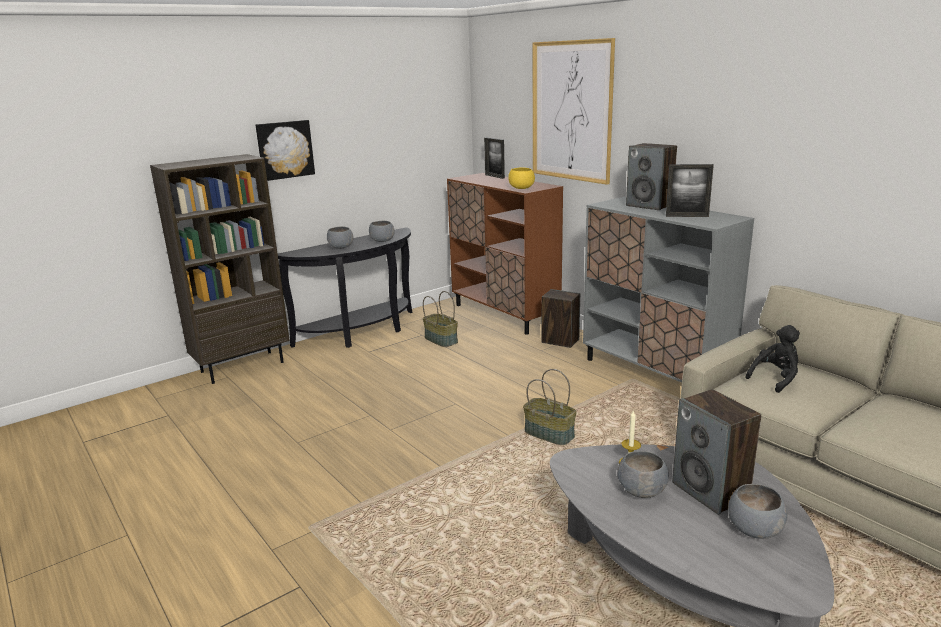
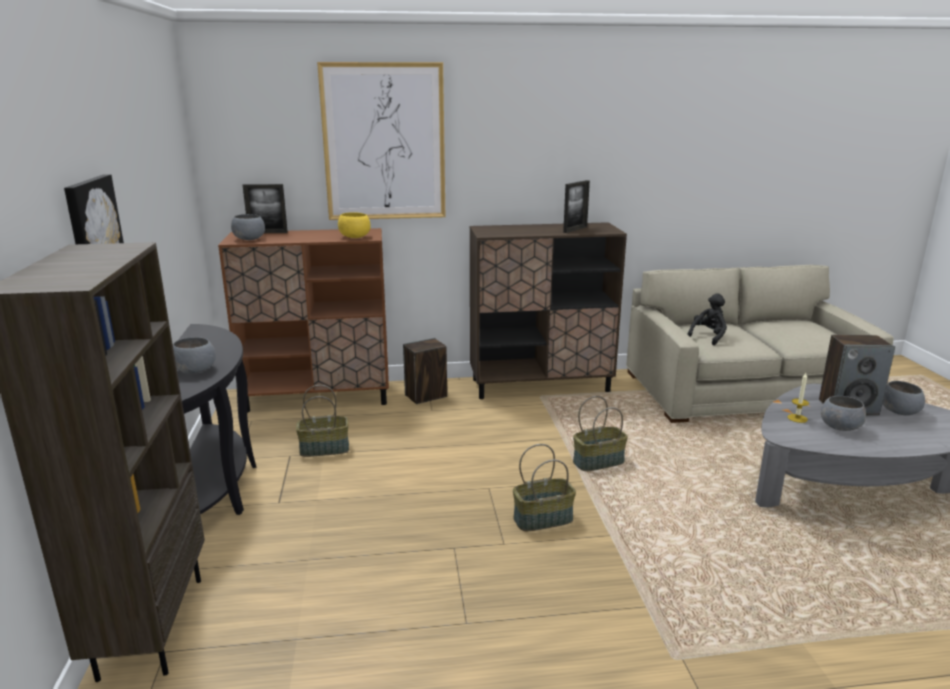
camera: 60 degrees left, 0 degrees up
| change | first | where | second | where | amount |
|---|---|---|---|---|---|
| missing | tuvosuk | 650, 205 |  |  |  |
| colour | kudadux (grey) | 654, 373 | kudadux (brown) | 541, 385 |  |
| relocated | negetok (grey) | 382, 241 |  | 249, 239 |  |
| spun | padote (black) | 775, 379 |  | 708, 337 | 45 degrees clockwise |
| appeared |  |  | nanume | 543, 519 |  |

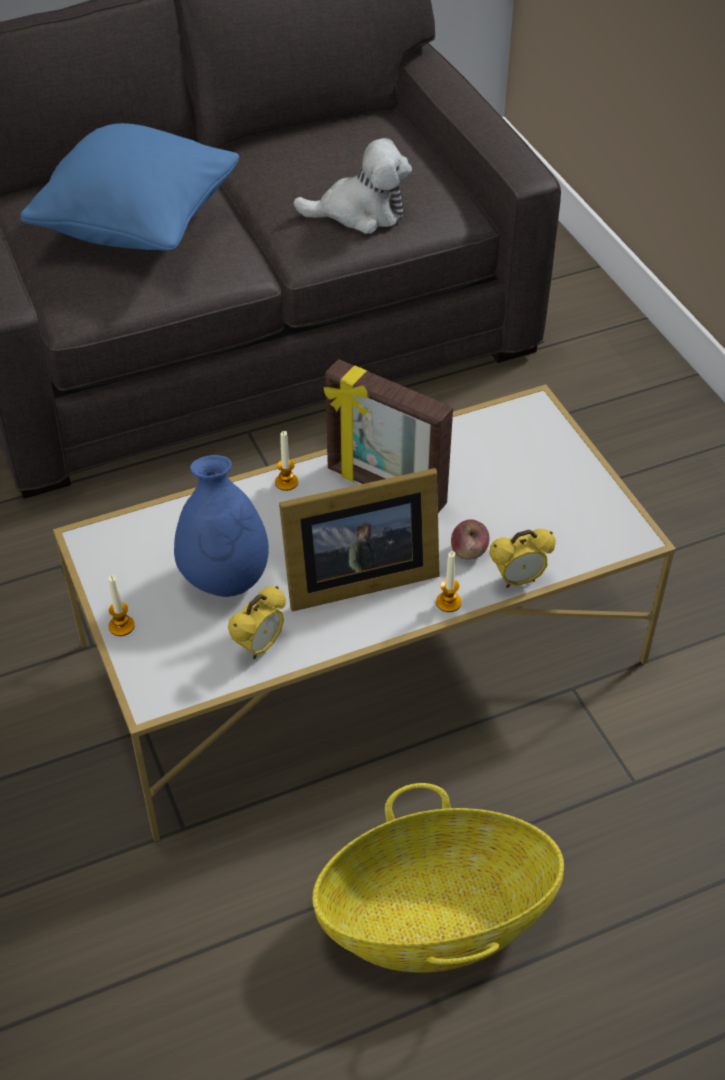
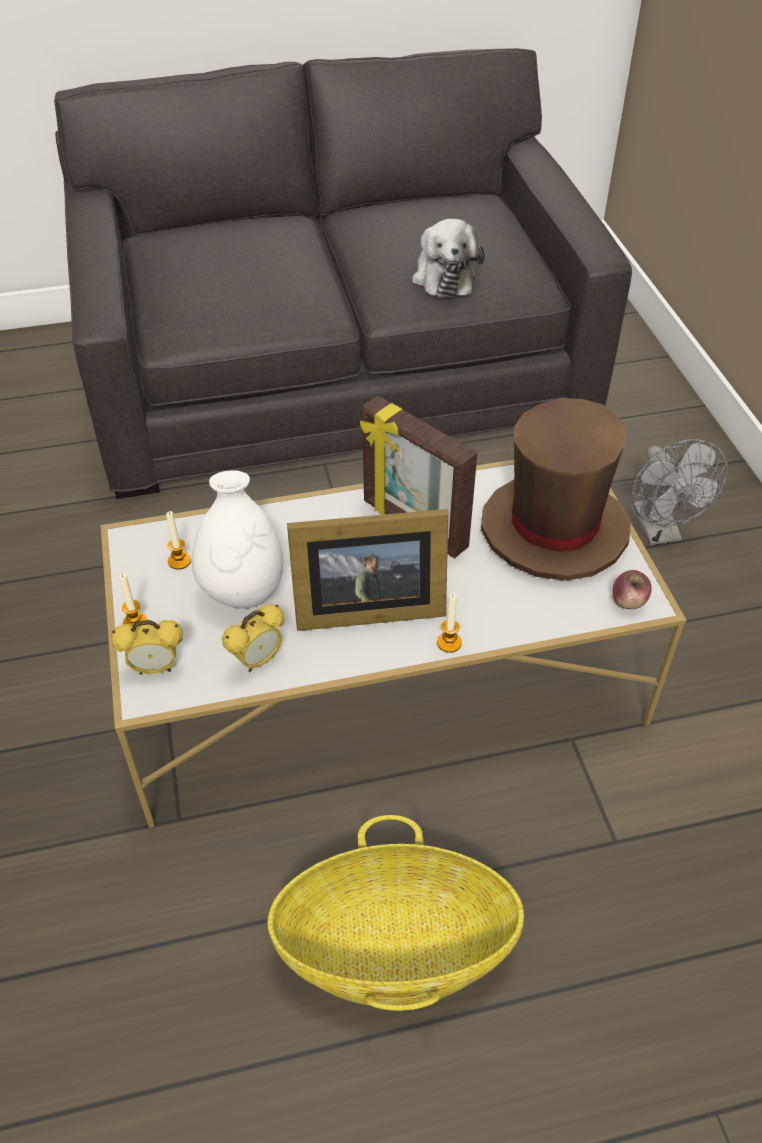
camera: 10 degrees right, 0 degrees up
| change | first | where | second | where | amount |
|---|---|---|---|---|---|
| missing | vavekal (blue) | 138, 227 |  |  |  |
| spun | padote | 360, 213 |  | 443, 276 | 75 degrees clockwise |
| relocated | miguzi | 286, 482 |  | 179, 561 |  |
| colour | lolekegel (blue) | 225, 579 | lolekegel (white) | 243, 591 |  |
| relocated | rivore | 469, 551 |  | 628, 601 |  |
| relocated | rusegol | 518, 580 |  | 155, 668 |  |
| appeared |  |  | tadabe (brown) | 554, 529 |  |
| appeared |  |  | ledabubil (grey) | 659, 531 |  |

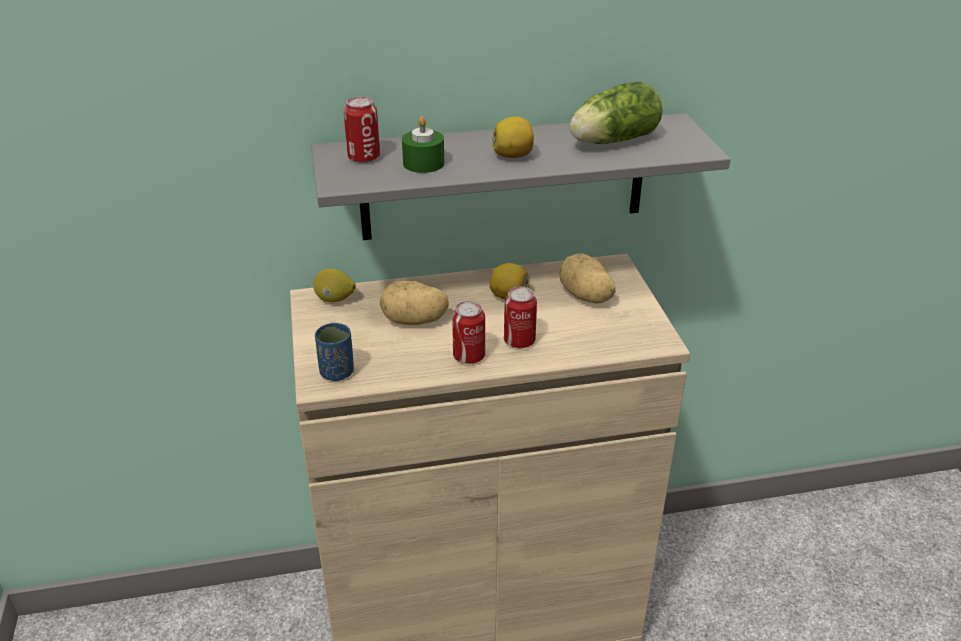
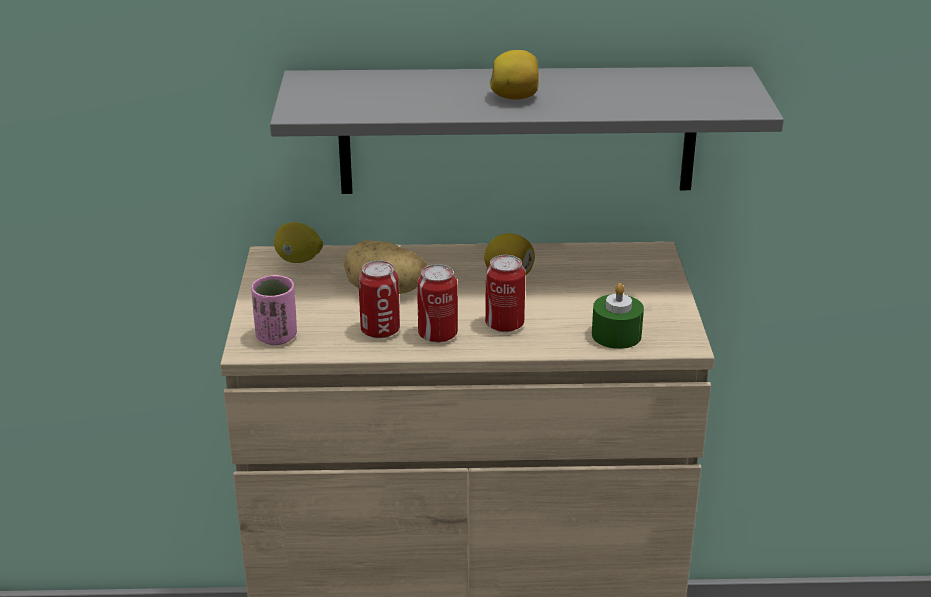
camera: 10 degrees right, 5 degrees down
| change | first | where | second | where | amount |
|---|---|---|---|---|---|
| missing | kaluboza | 610, 141 |  |  |  |
| relocated | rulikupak | 364, 157 |  | 380, 330 |  |
| relocated | miguzi (green) | 423, 163 |  | 616, 335 |  |
| missing | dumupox | 585, 297 |  |  |  |
| colour | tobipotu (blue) | 337, 373 | tobipotu (pink) | 276, 337 |  |

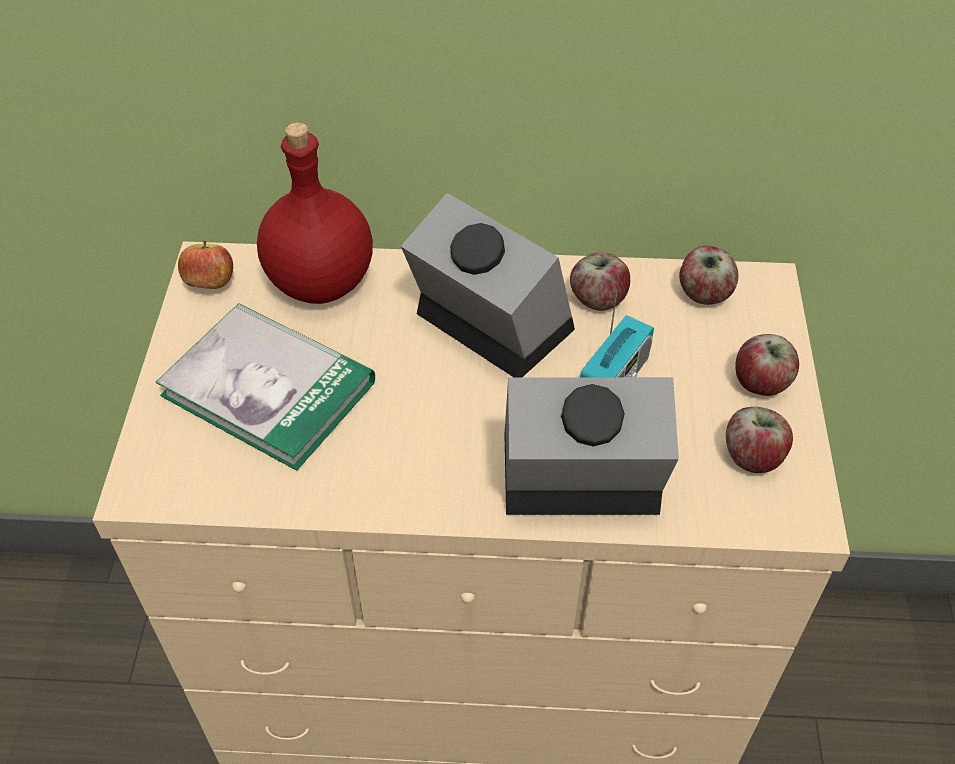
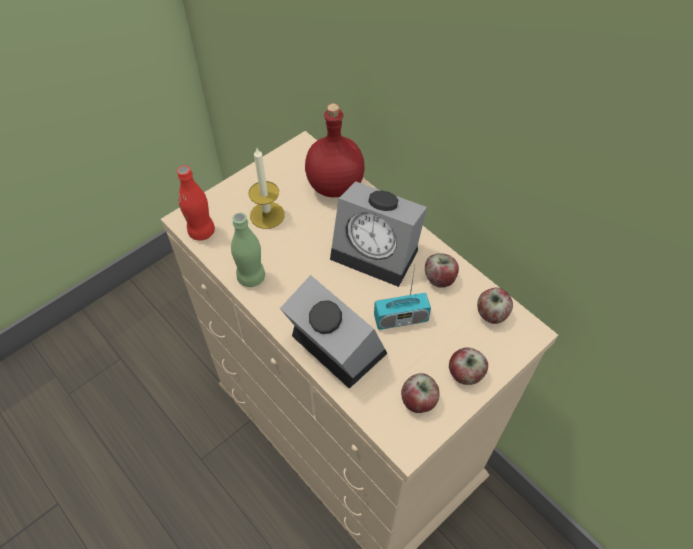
camera: 45 degrees right, 5 degrees up
| change | first | where | second | where | amount |
|---|---|---|---|---|---|
| spun | rusegol | 485, 324 |  | 378, 252 | 120 degrees clockwise |
| missing | rivore | 210, 284 |  |  |  |
| exchanged | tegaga | 268, 389 | miguzi | 267, 215 |  |
| appeared |  |  | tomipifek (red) | 201, 232 |  |
| appeared |  |  | tomipifek (green) | 251, 277 |  |

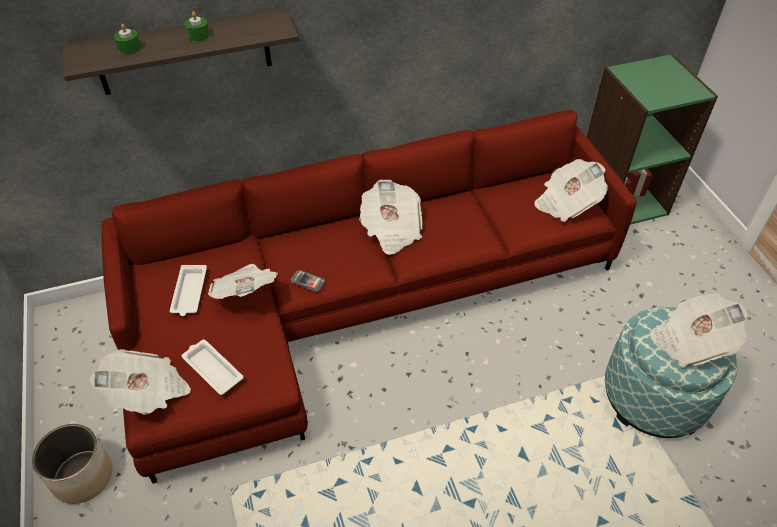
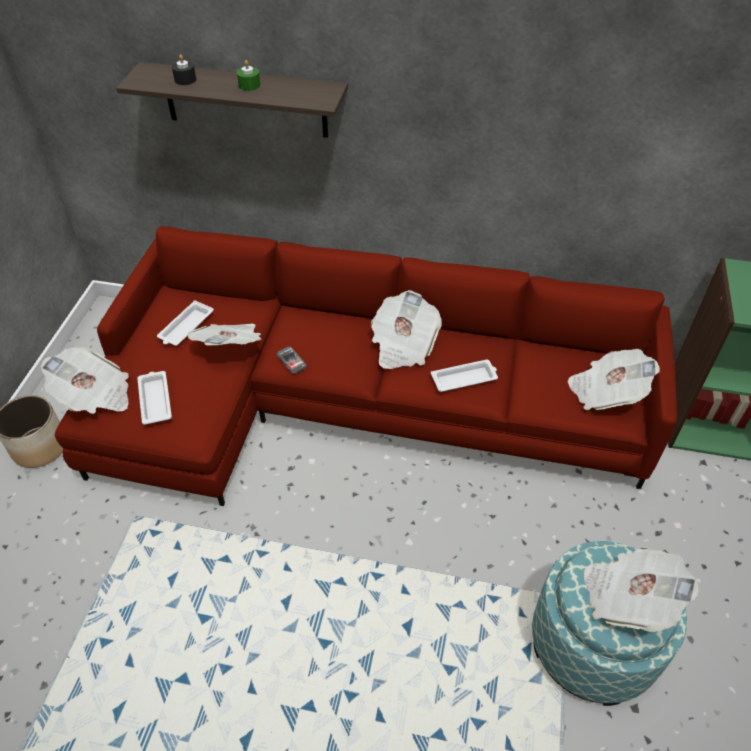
camera: 30 degrees right, 0 degrees up
| change | first | where | second | where | amount |
|---|---|---|---|---|---|
| colour | miguzi (green) | 129, 48 | miguzi (black) | 185, 80 |  |
| appeared |  |  | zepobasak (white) | 465, 379 |  |

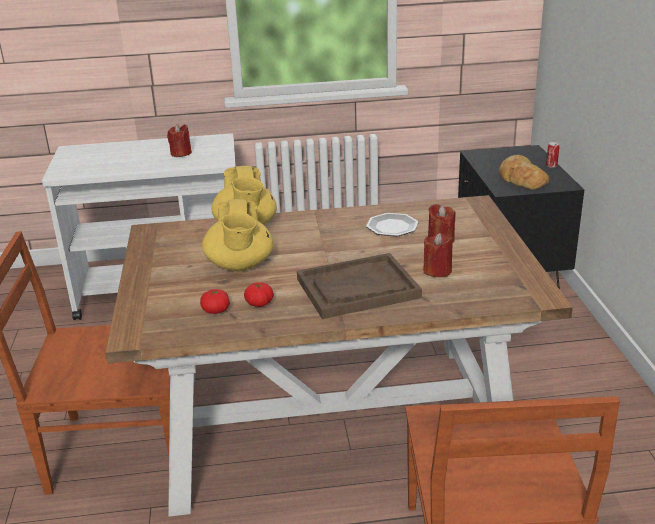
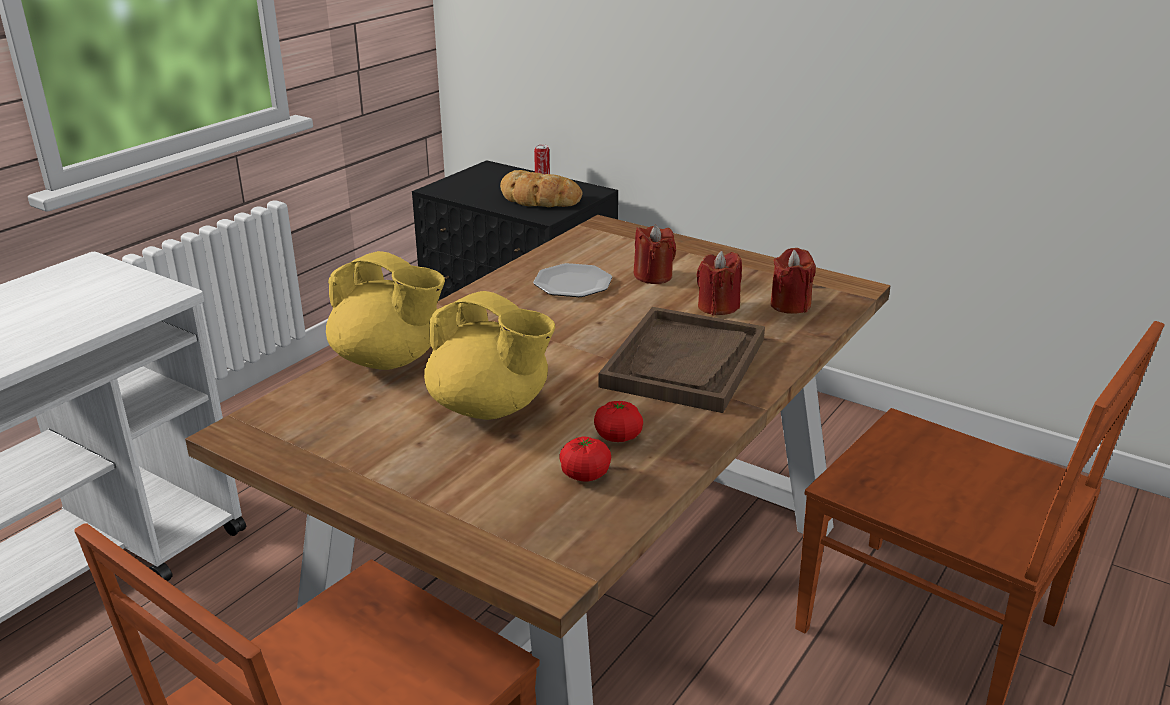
camera: 50 degrees left, 0 degrees up
| change | first | where | second | where | amount |
|---|---|---|---|---|---|
| relocated | miguzi (red) | 181, 153 |  | 790, 305 |  |

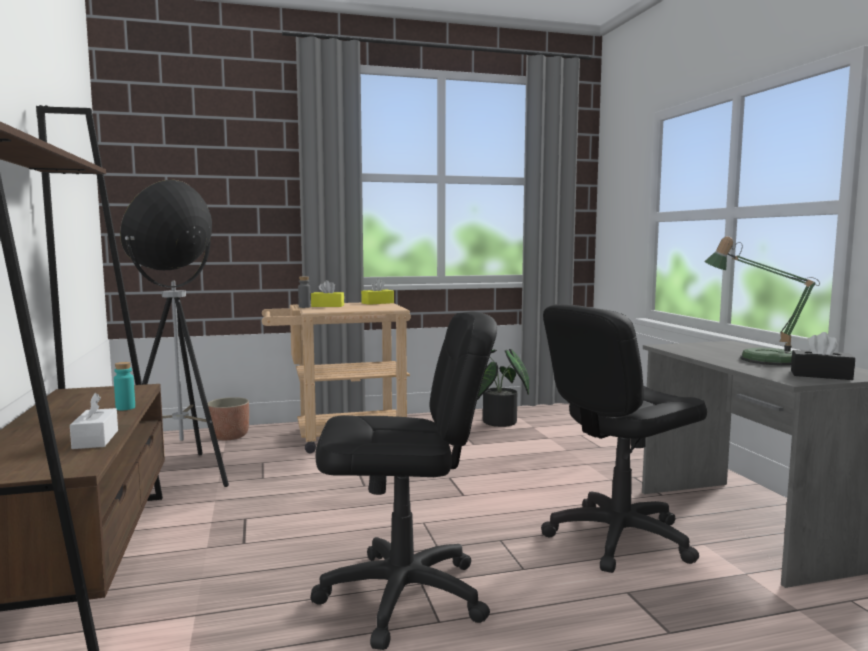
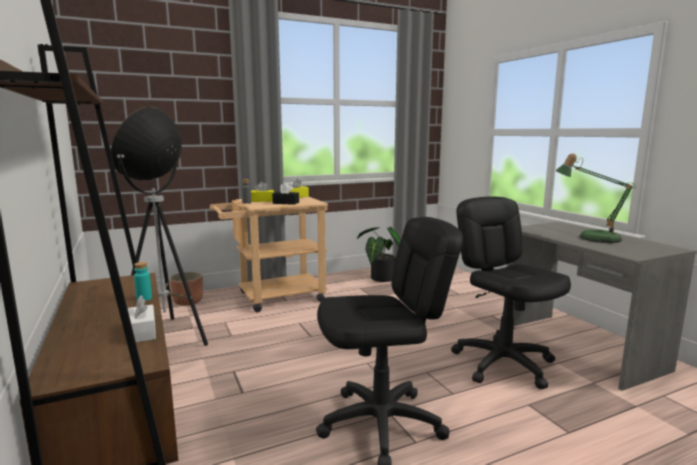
camera: 10 degrees left, 5 degrees up
| change | first | where | second | where | amount |
|---|---|---|---|---|---|
| spun | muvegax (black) | 618, 538 |  | 503, 363 | 105 degrees clockwise |
| relocated | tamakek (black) | 821, 375 |  | 286, 203 |  |

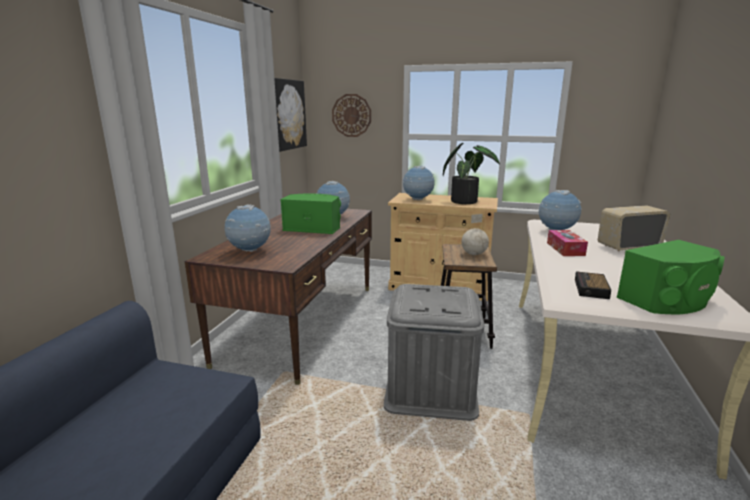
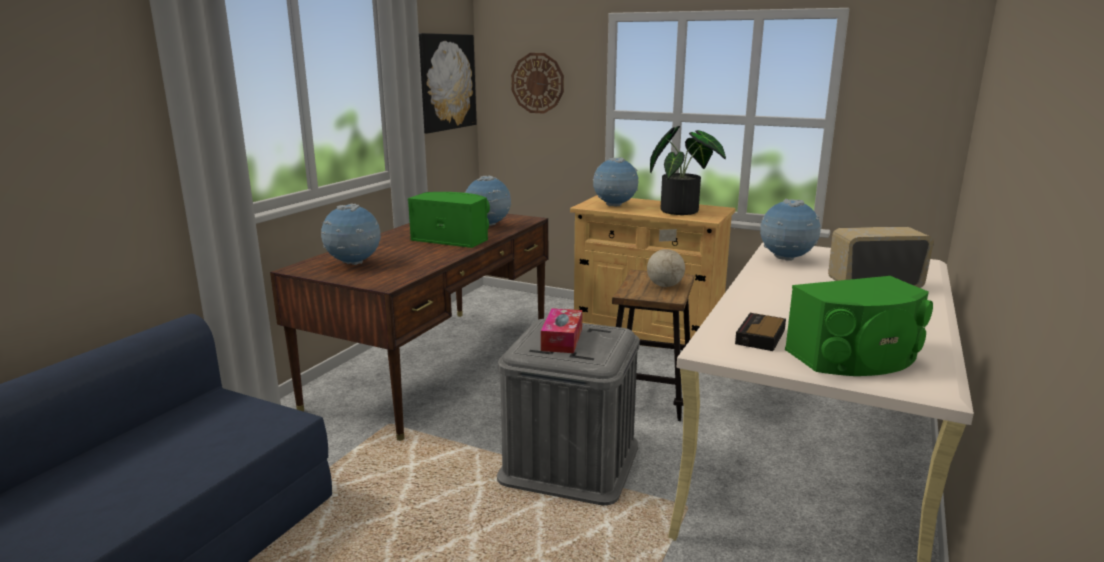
camera: 10 degrees right, 0 degrees up
| change | first | where | second | where | amount |
|---|---|---|---|---|---|
| relocated | tamakek | 565, 249 |  | 562, 339 |  |

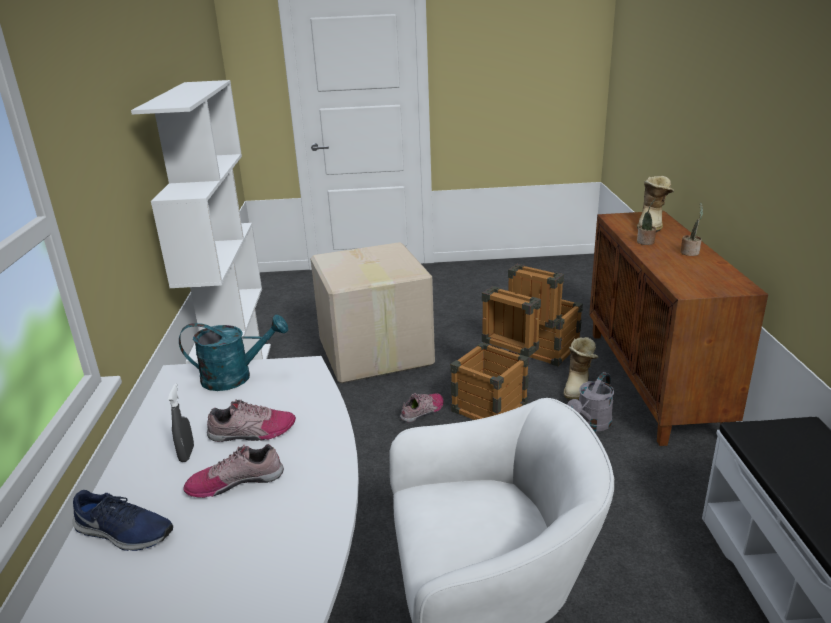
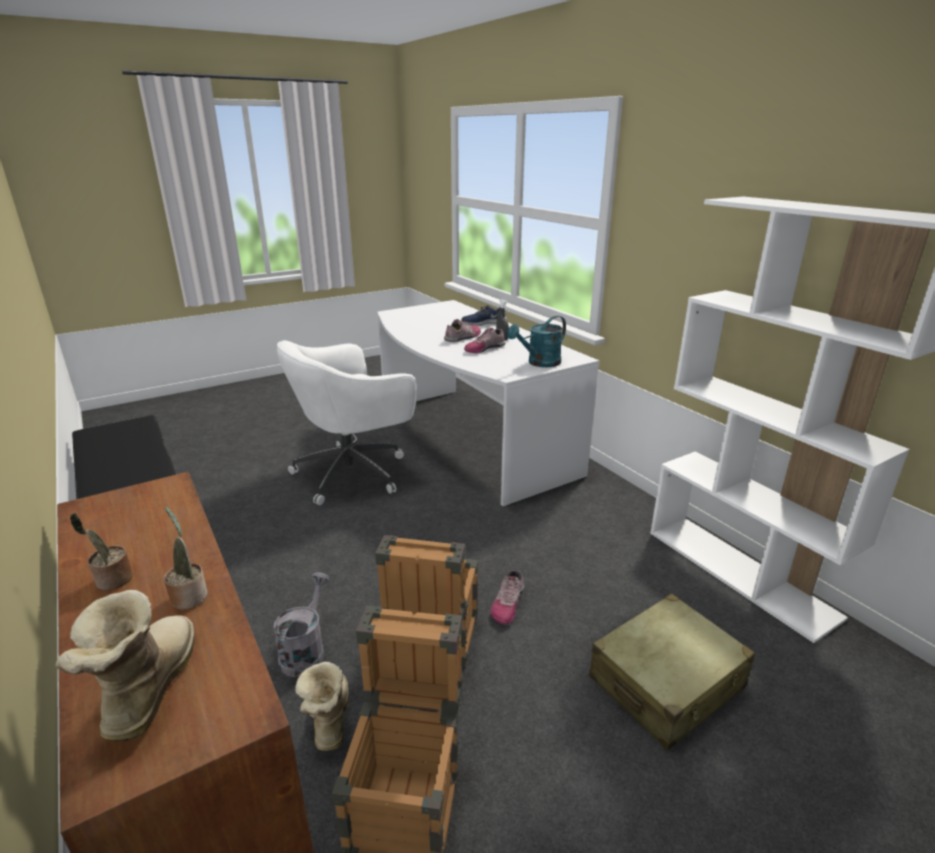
camera: 150 degrees right, 0 degrees up
| change | first | where | second | where | amount |
|---|---|---|---|---|---|
| exchanged | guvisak | 374, 353 | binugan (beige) | 666, 683 |  |

